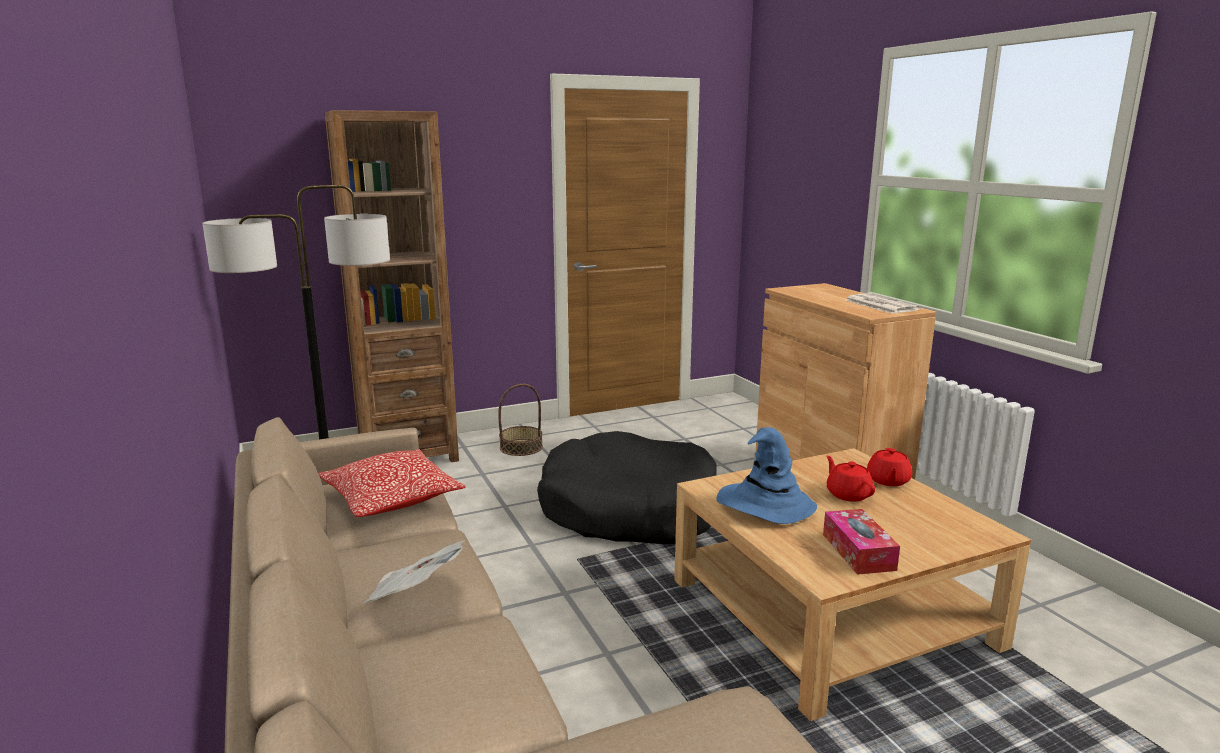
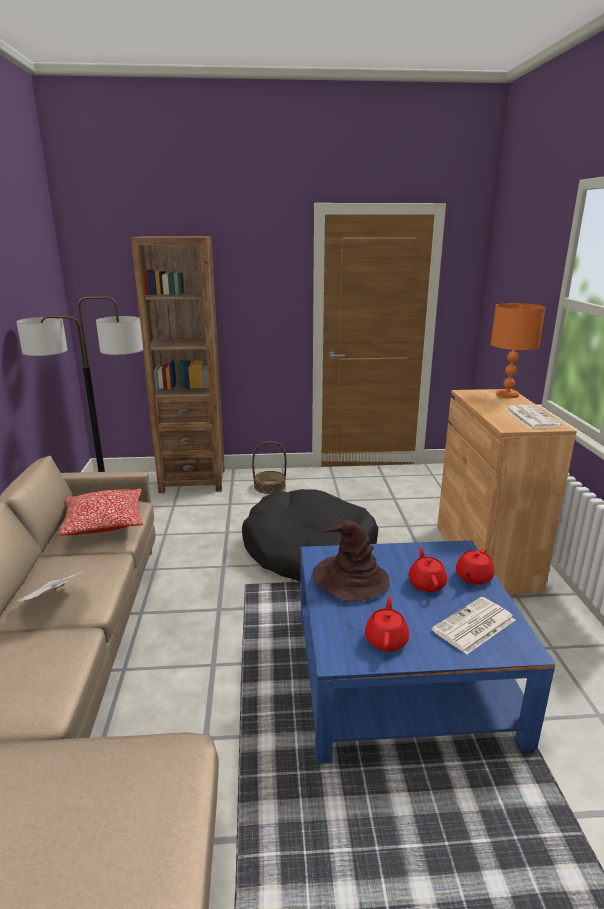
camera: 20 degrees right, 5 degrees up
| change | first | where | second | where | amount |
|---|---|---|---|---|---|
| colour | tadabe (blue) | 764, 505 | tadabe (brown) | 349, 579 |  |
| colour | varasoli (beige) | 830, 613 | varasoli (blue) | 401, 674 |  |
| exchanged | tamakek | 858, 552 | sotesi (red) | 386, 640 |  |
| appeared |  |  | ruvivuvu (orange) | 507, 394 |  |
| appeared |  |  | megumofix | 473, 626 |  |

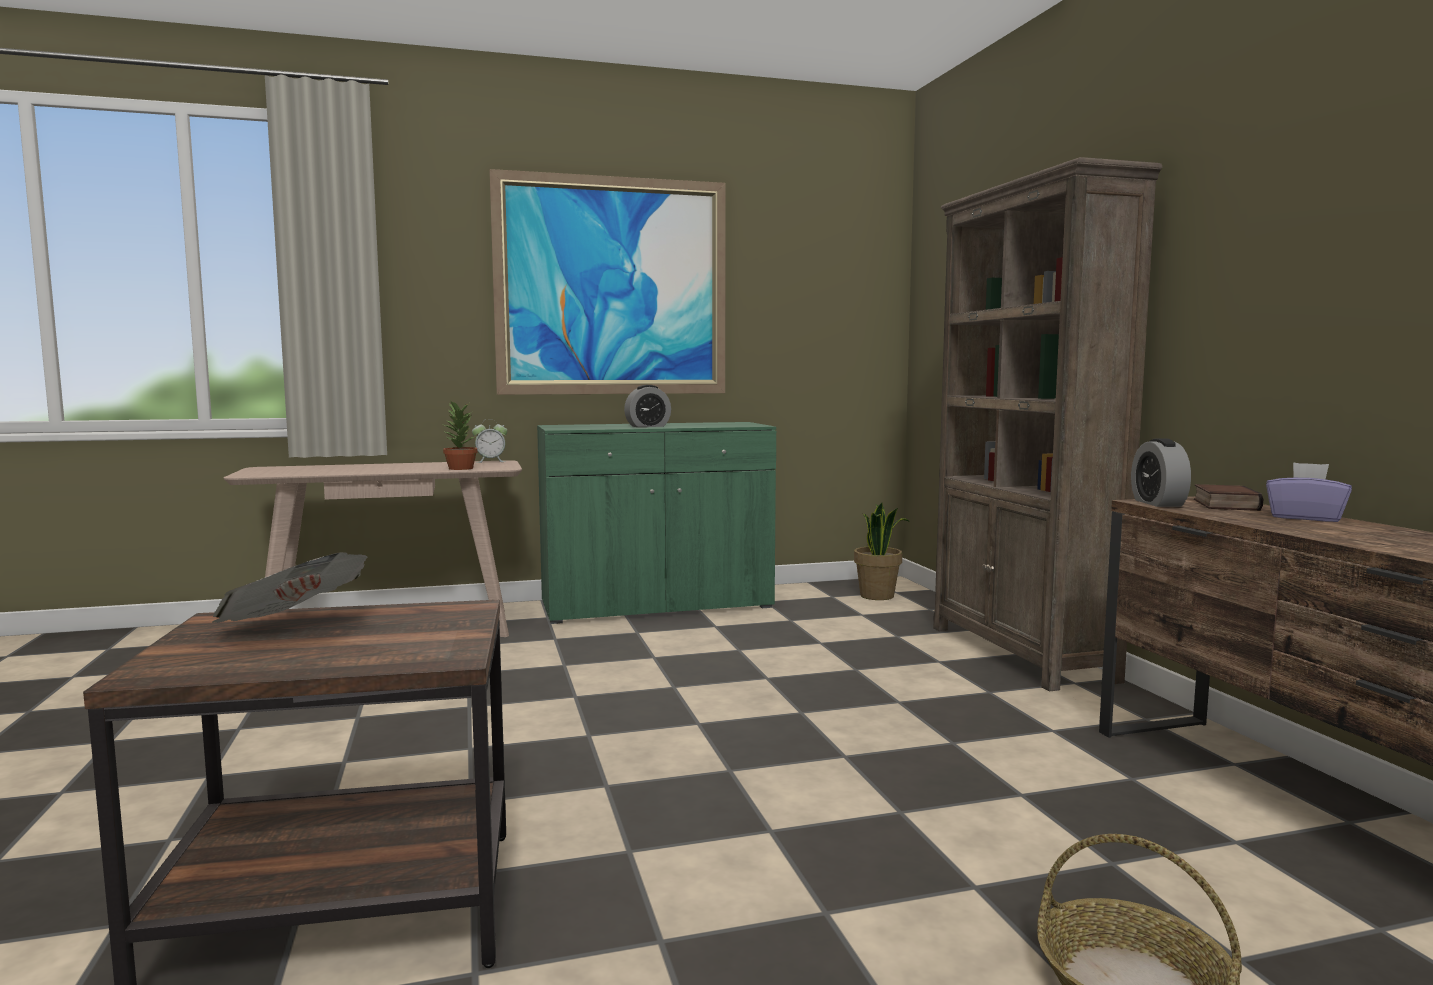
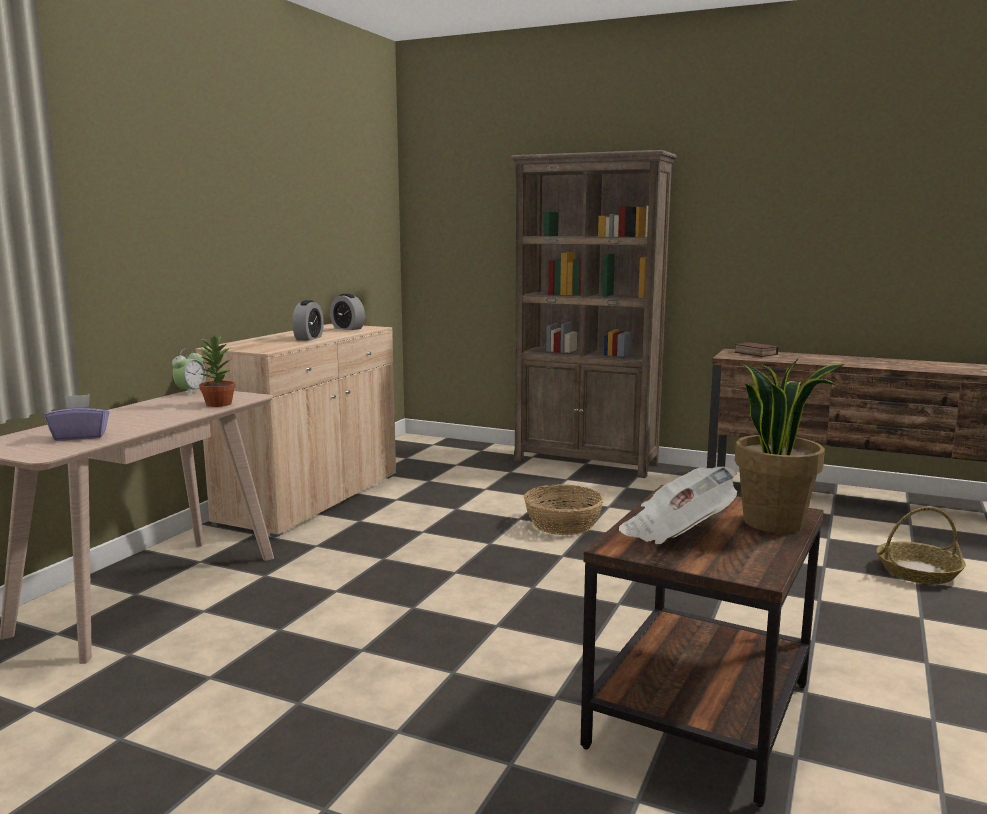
camera: 50 degrees left, 5 degrees up
| change | first | where | second | where | amount |
|---|---|---|---|---|---|
| missing | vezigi | 613, 286 |  |  |  |
| colour | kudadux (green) | 657, 605 | kudadux (beige) | 311, 498 |  |
| relocated | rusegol | 1158, 503 |  | 347, 328 |  |
| relocated | tamakek (purple) | 1305, 518 |  | 80, 436 |  |
| relocated | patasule | 877, 596 |  | 774, 522 |  |
| appeared |  |  | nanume | 563, 524 |  |

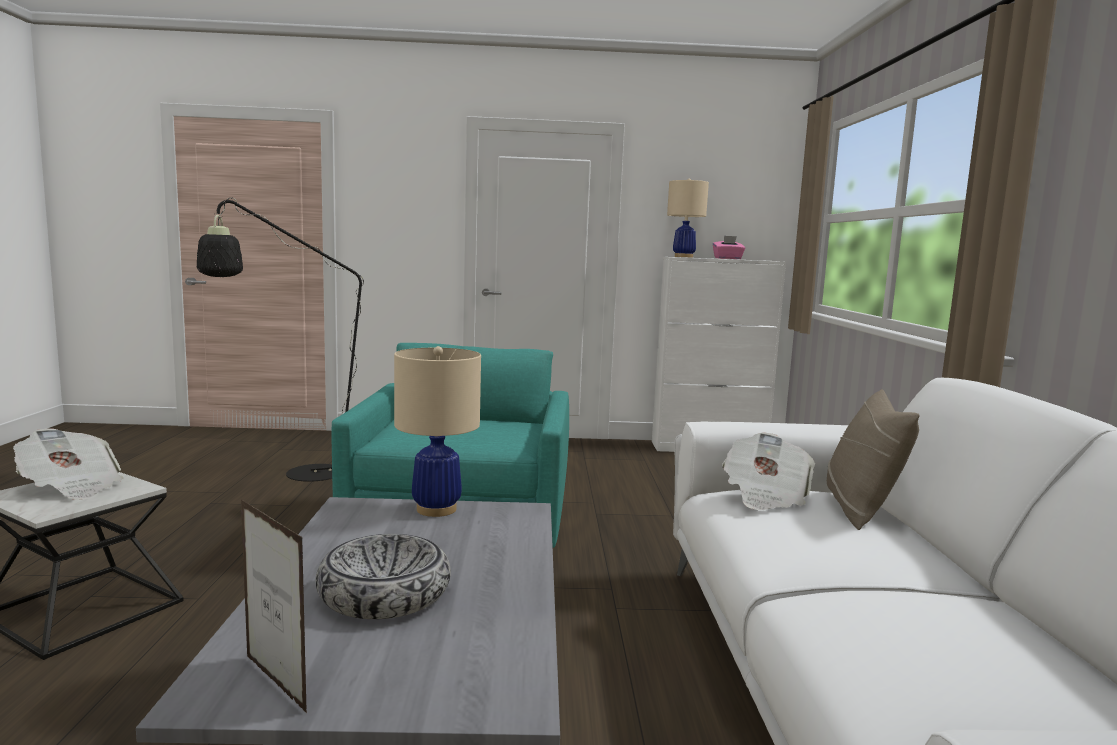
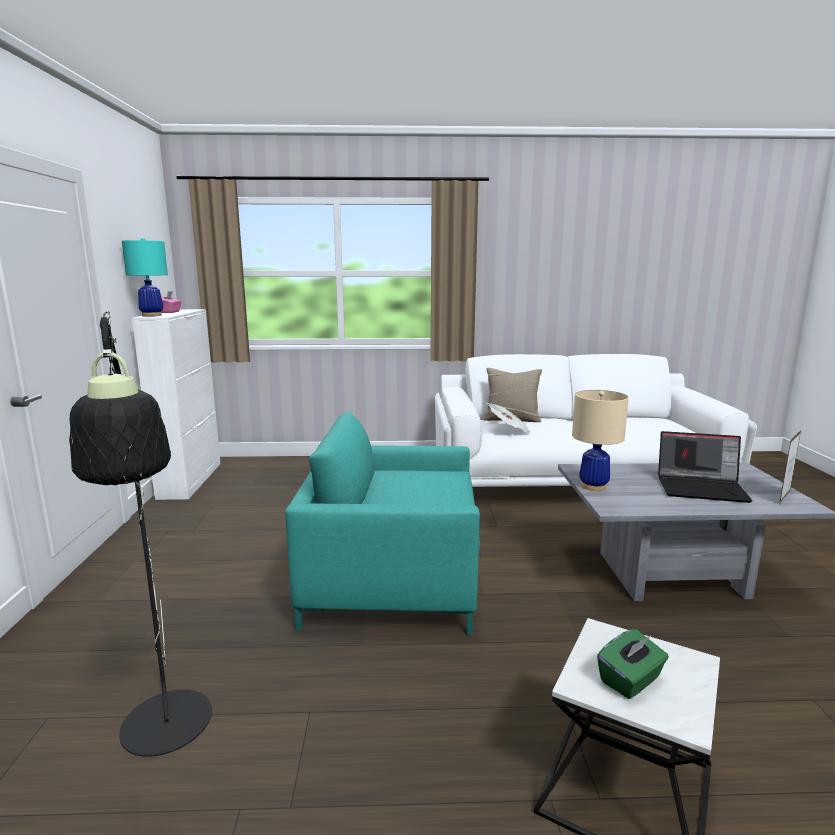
camera: 90 degrees left, 5 degrees up
| change | first | where | second | where | amount |
|---|---|---|---|---|---|
| colour | ruvivuvu (beige) | 683, 257 | ruvivuvu (turquoise) | 151, 315 |  |
| exchanged | megumofix | 71, 487 | tamakek (green) | 630, 680 |  |
| exchanged | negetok | 384, 594 | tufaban | 702, 488 |  |

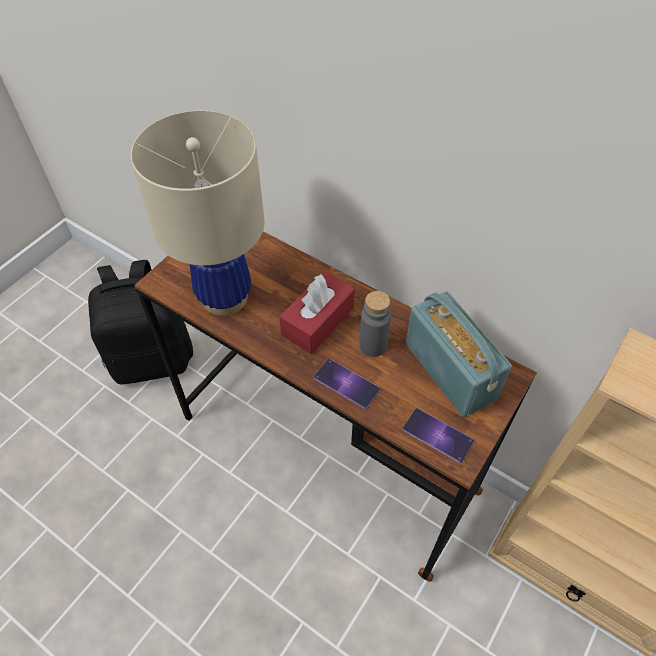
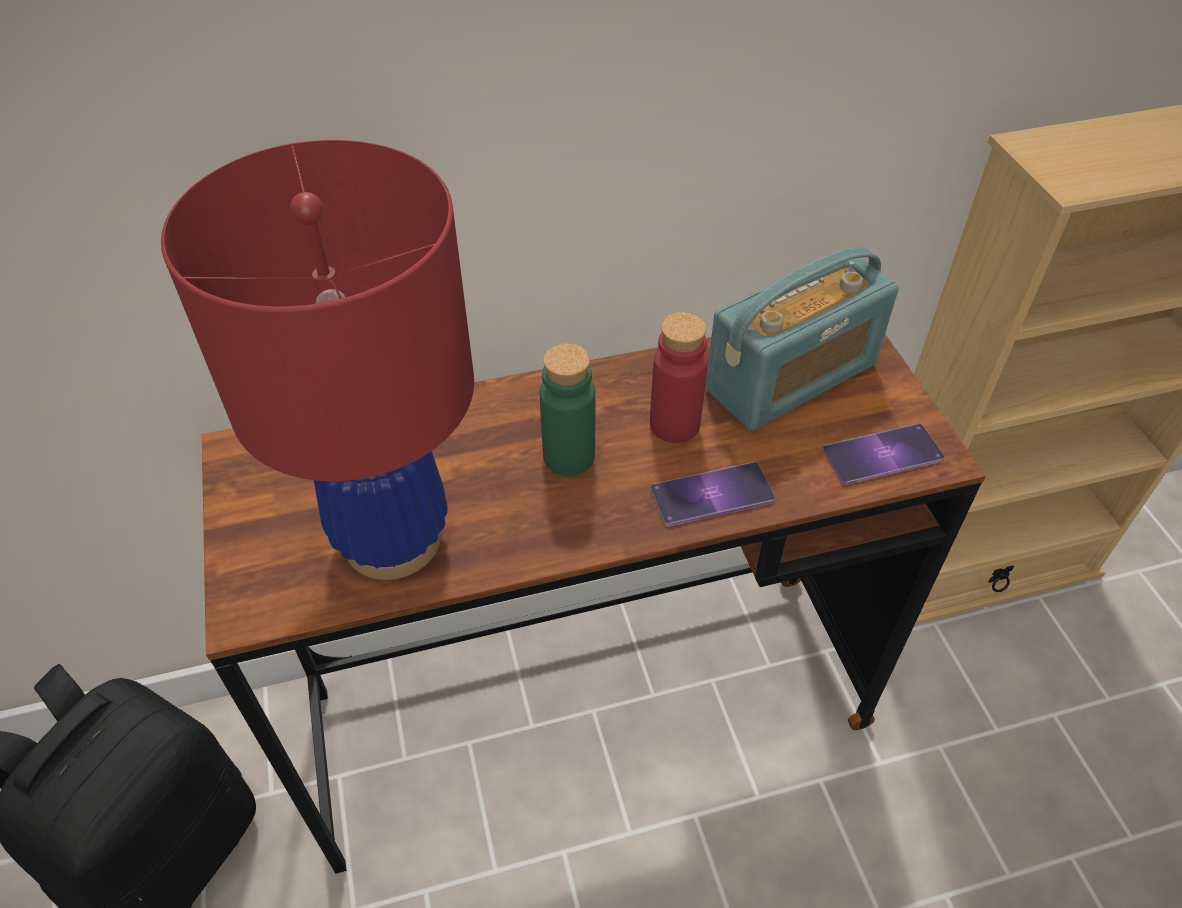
camera: 50 degrees left, 5 degrees down
| change | first | where | second | where | amount |
|---|---|---|---|---|---|
| colour | ruvivuvu (beige) | 224, 297 | ruvivuvu (red) | 391, 539 |  |
| exchanged | tamakek (red) | 318, 321 | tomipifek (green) | 569, 456 |  |
| colour | tomipifek (grey) | 373, 345 | tomipifek (red) | 674, 425 |  |
| spun | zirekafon | 450, 370 |  | 791, 377 | 135 degrees clockwise |

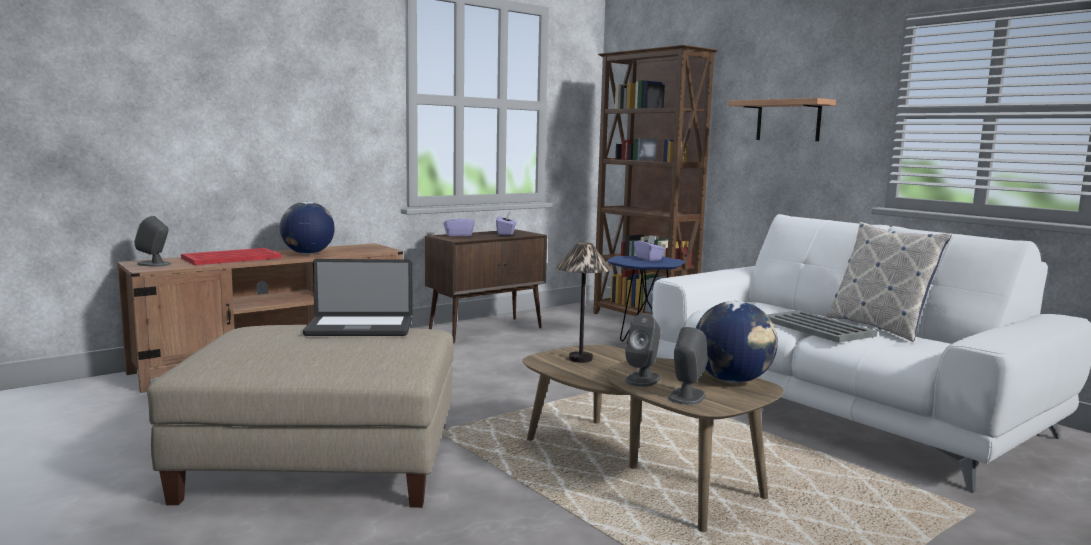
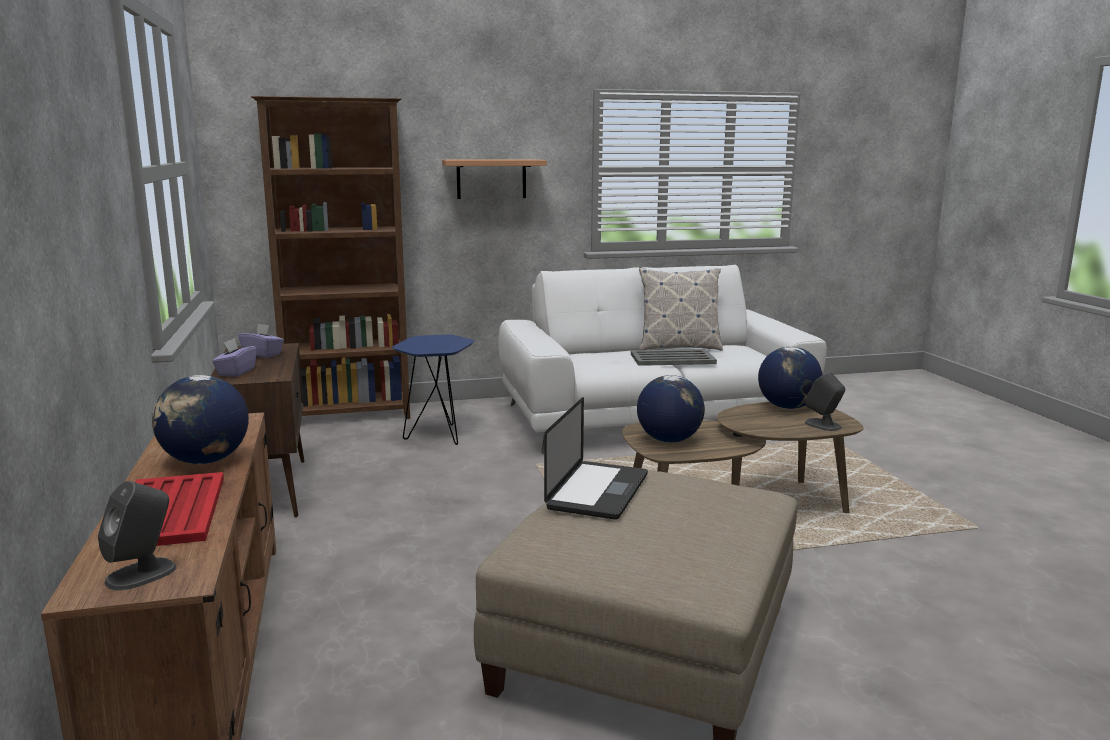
camera: 65 degrees left, 5 degrees up
| change | first | where | second | where | amount |
|---|---|---|---|---|---|
| missing | tamakek (purple) | 648, 259 |  |  |  |
| exchanged | ruvivuvu | 580, 359 | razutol | 668, 440 |  |
| missing | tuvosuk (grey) | 642, 379 |  |  |  |

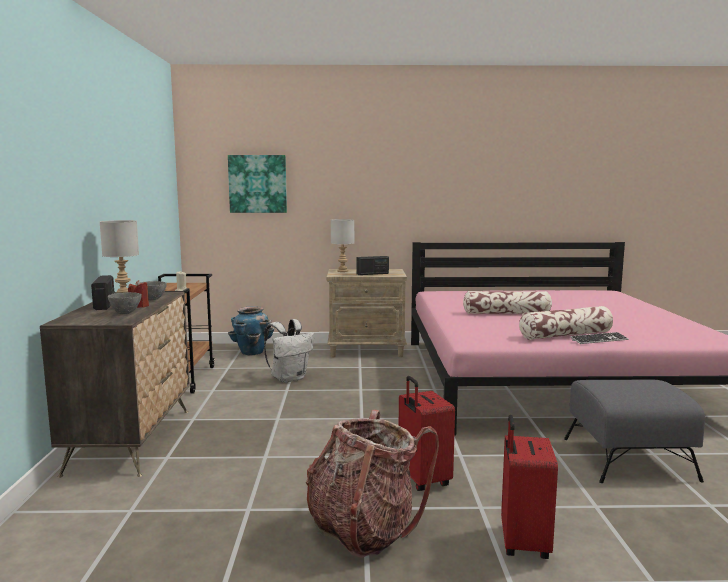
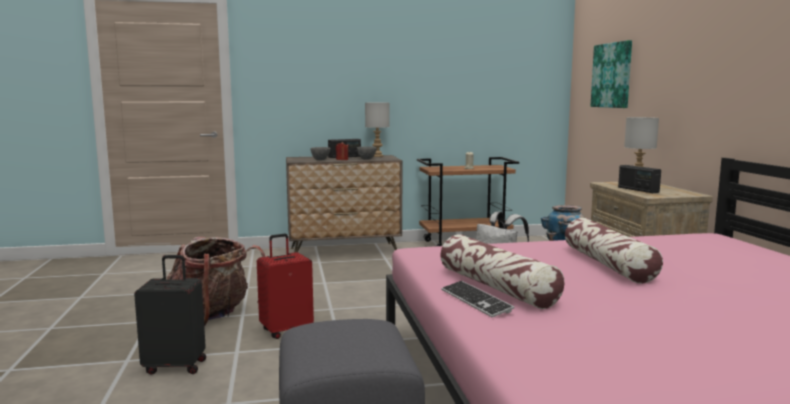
camera: 80 degrees right, 0 degrees up
| change | first | where | second | where | amount |
|---|---|---|---|---|---|
| colour | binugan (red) | 522, 543 | binugan (black) | 176, 366 |  |

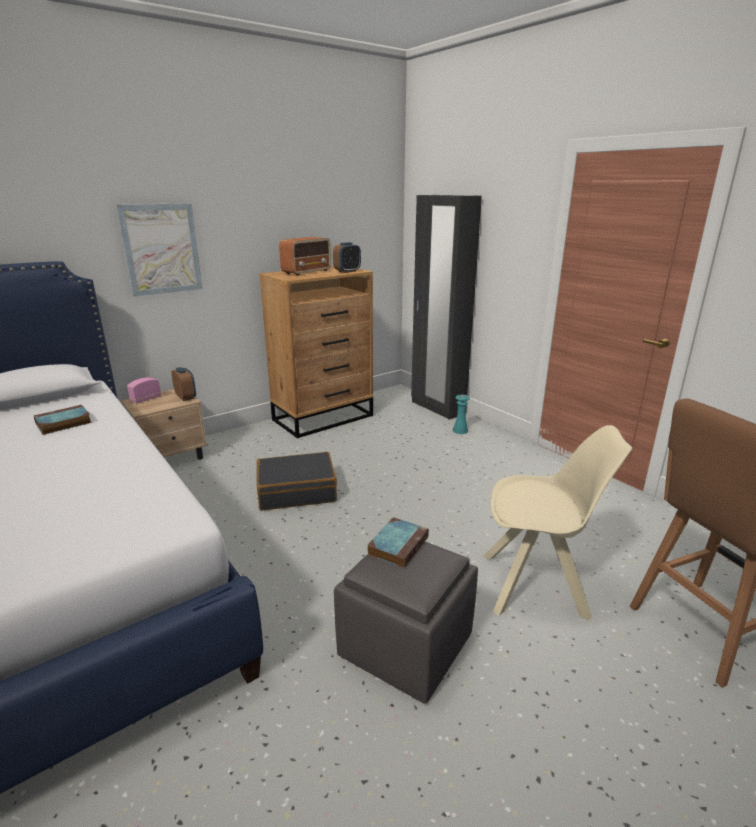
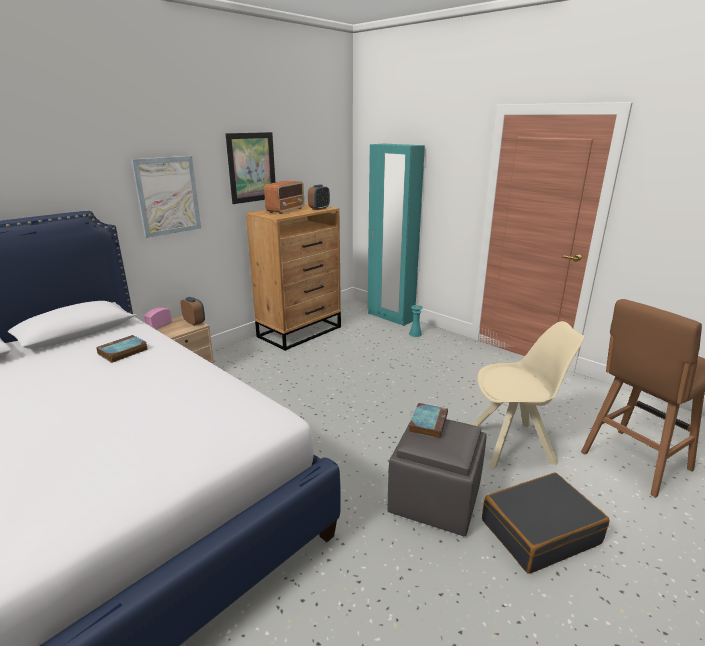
camera: 10 degrees left, 0 degrees up
| change | first | where | second | where | amount |
|---|---|---|---|---|---|
| colour | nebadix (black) | 437, 408 | nebadix (turquoise) | 390, 317 |  |
| relocated | binugan (black) | 296, 491 |  | 539, 531 |  |
| appeared |  |  | vezigi | 251, 167 |  |

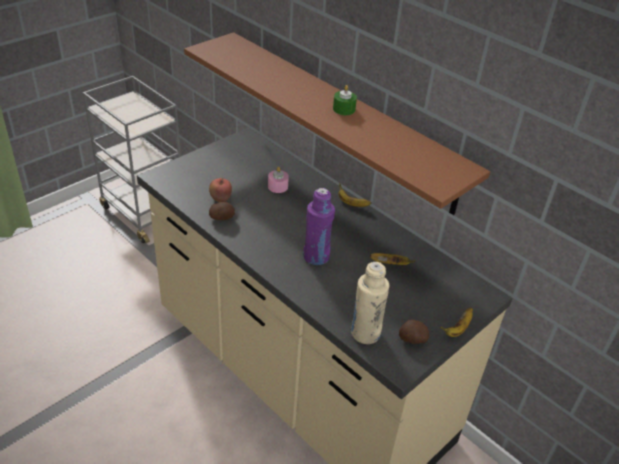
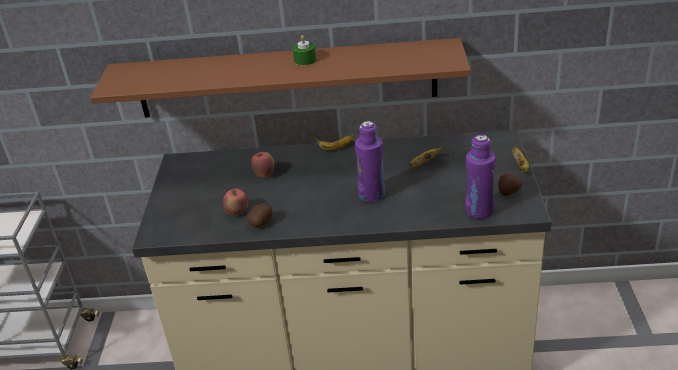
camera: 40 degrees left, 5 degrees down
| change | first | where | second | where | amount |
|---|---|---|---|---|---|
| exchanged | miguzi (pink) | 278, 186 | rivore | 264, 174 |  |
| colour | tomipifek (beige) | 365, 333 | tomipifek (purple) | 479, 211 |  |

